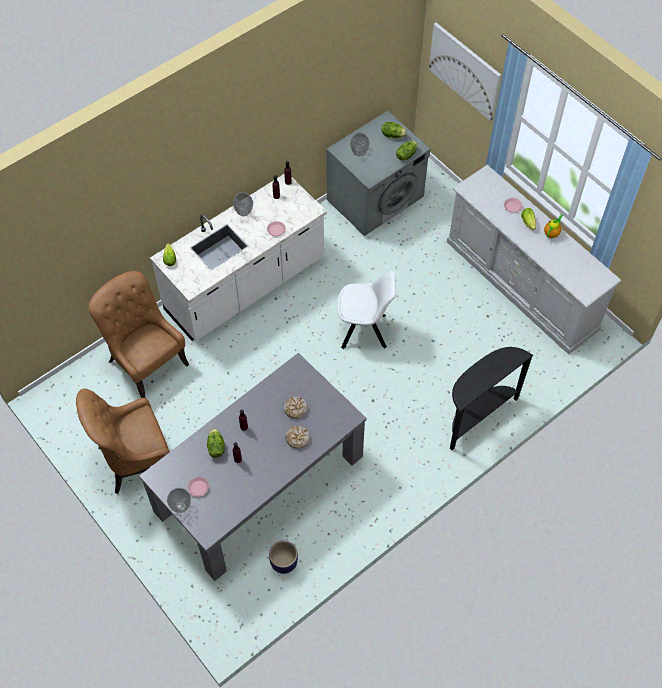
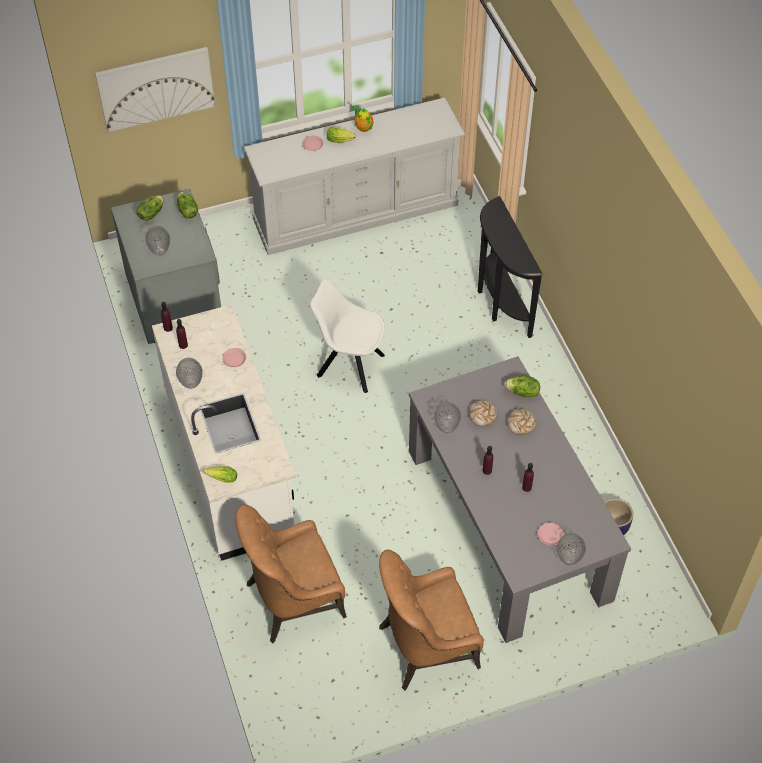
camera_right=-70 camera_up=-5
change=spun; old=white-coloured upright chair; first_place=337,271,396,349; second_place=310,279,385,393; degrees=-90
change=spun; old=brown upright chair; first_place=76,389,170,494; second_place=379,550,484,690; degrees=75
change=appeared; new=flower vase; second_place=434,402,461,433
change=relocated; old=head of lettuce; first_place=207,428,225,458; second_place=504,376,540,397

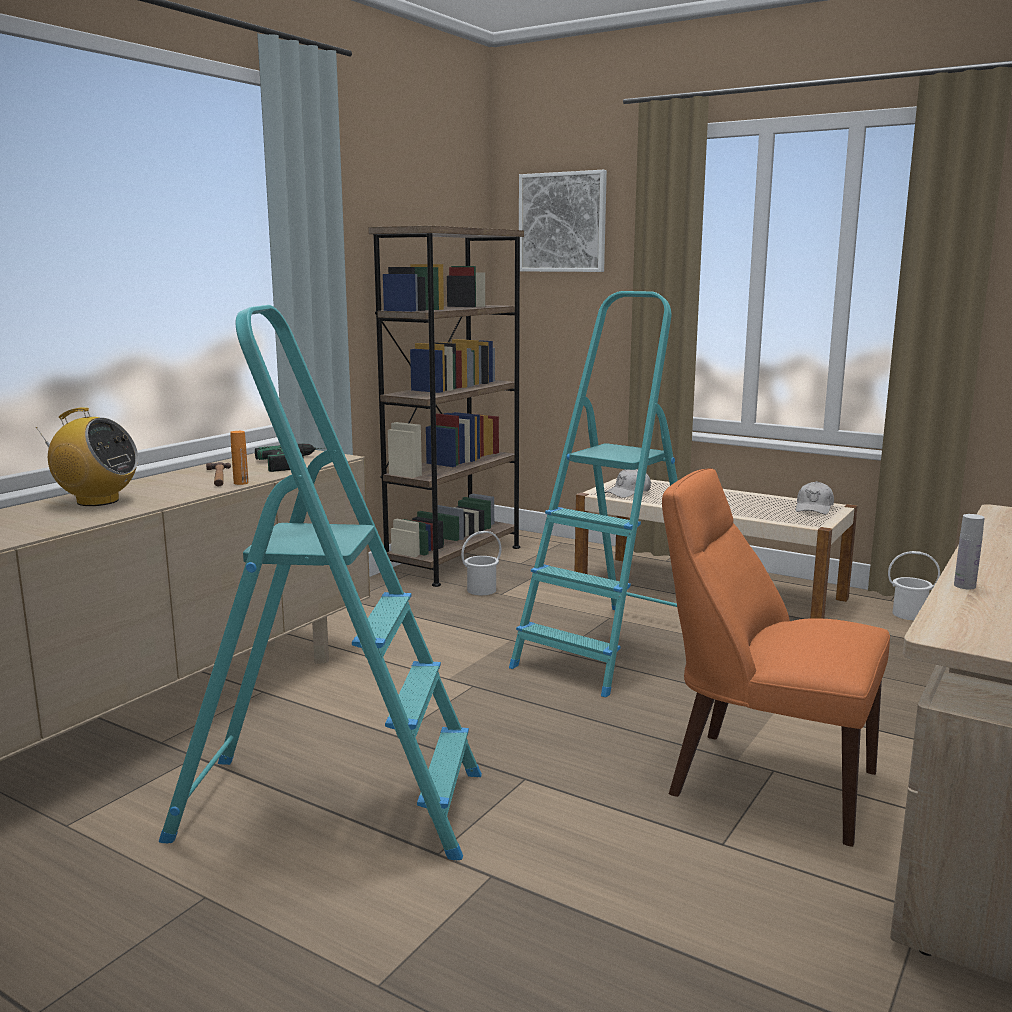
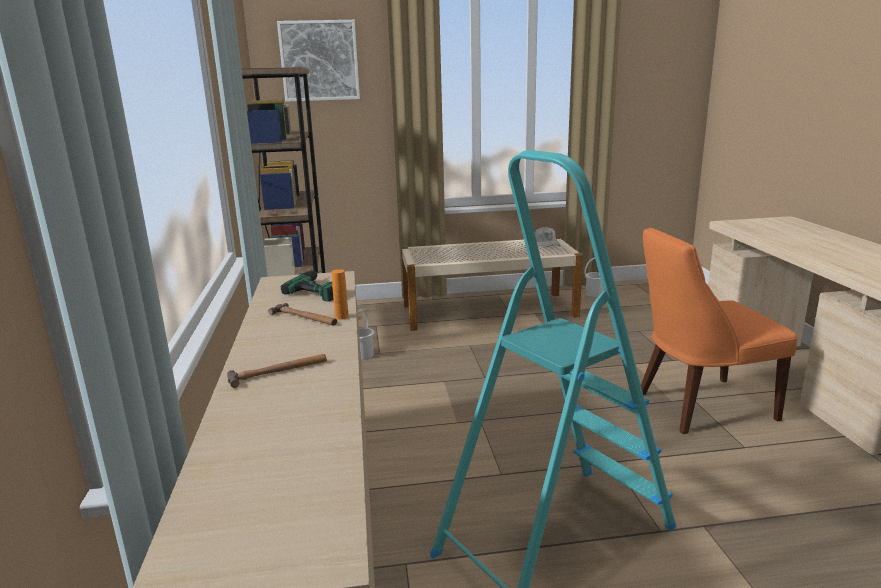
camera_right=-40 camera_up=5
change=exchanged; old=radio set; new=hand hammer; first_place=36,407,138,506; second_place=227,354,327,388
change=missing; old=turquoise-coloured step ladder; first_place=509,291,678,697
change=missing; old=white-coloured cap; first_place=605,469,651,498
change=missing; old=white-coloured drink bottle; first_place=954,514,985,589

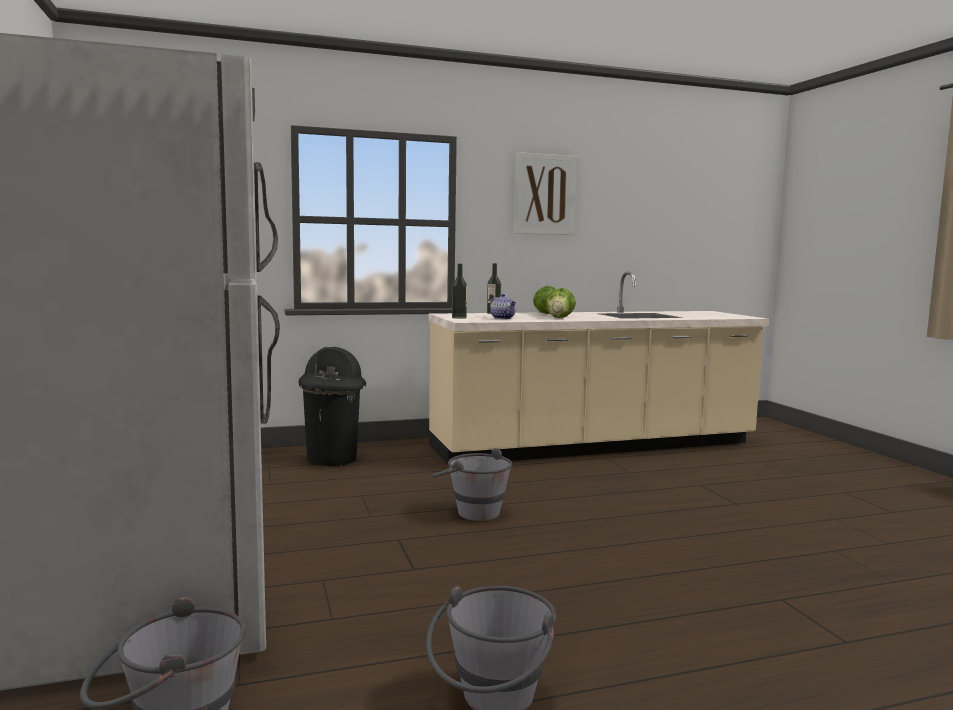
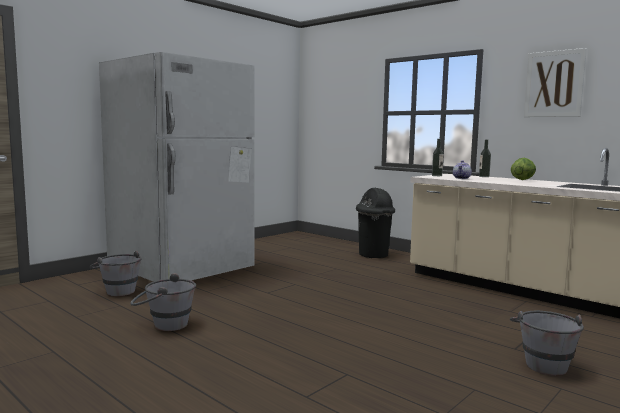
camera_right=60 camera_up=0
change=relocated; old=gray bucket; first_place=432,448,512,521; second_place=510,311,584,376
change=missing; old=head of lettuce; first_place=546,288,576,318

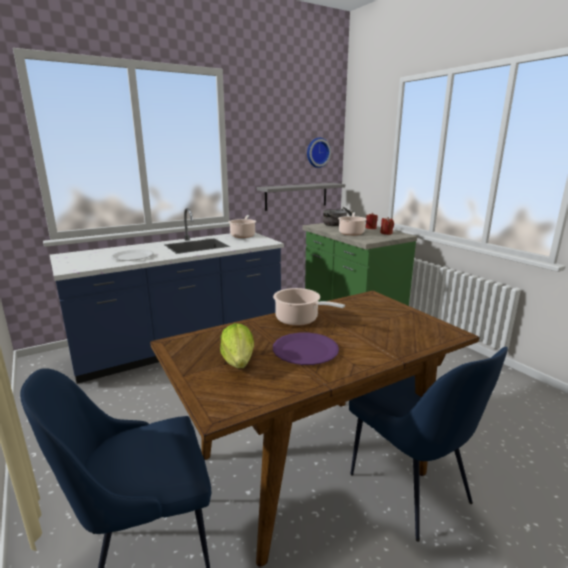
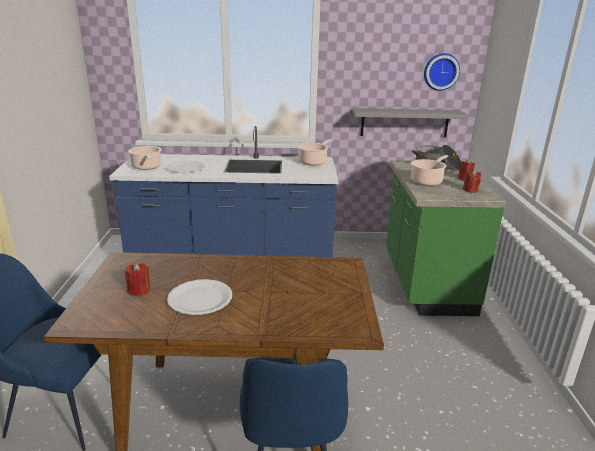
camera_right=30 camera_up=5
change=exchanged; old=head of lettuce; new=reddish wax light; first_place=220,323,254,368; second_place=125,263,150,296
change=relocated; old=saucepot; first_place=273,288,345,326; second_place=128,146,161,170
change=colour; old=purple flat dish; new=white-coloured flat dish; first_place=273,333,339,365; second_place=167,279,232,315

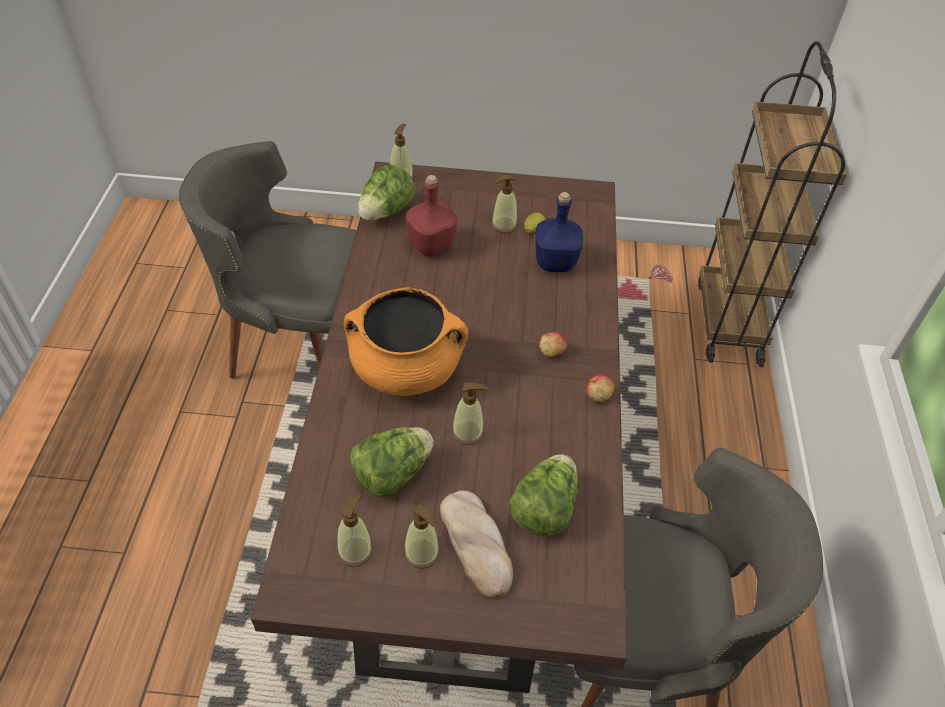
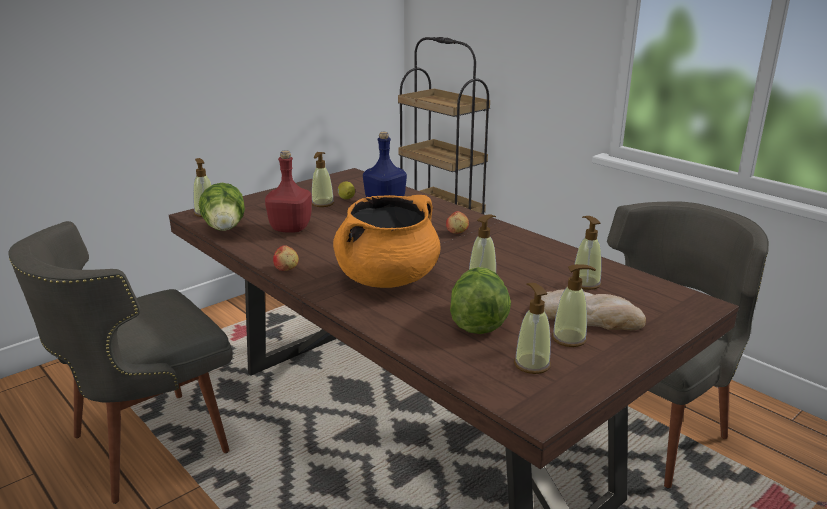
camera_right=-45 camera_up=-25
change=relocated; old=apple; first_place=586,374,615,402; second_place=273,245,299,271
change=exchanged; old=head of lettuce; new=liquid soap bottle; first_place=508,454,578,536; second_place=574,216,602,290

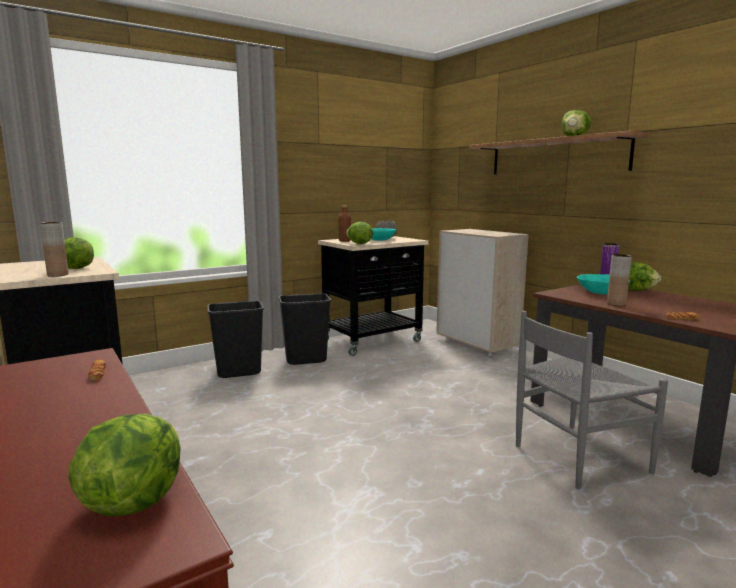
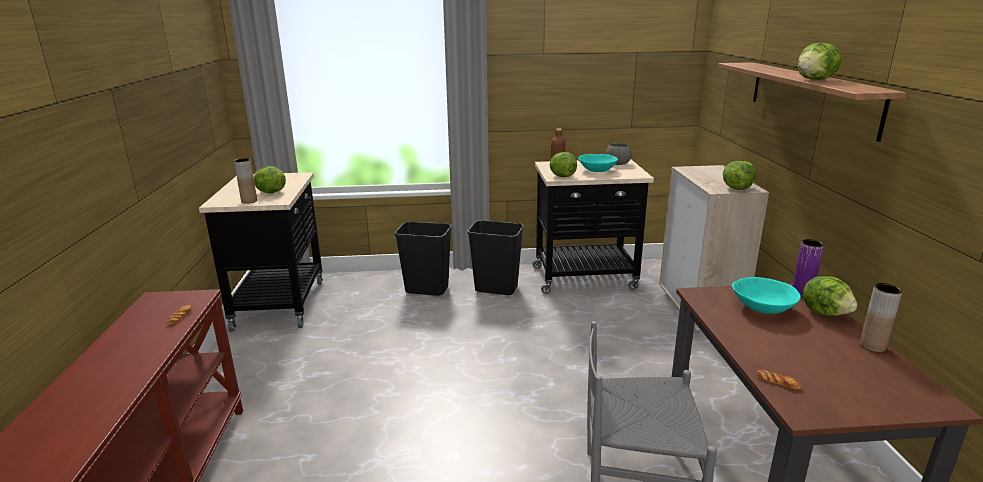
camera_right=30 camera_up=10
change=relocated; old=head of lettuce; first_place=68,414,181,516; second_place=723,161,756,190
change=relocated; old=brown flower vase; first_place=607,254,632,306; second_place=860,283,902,352

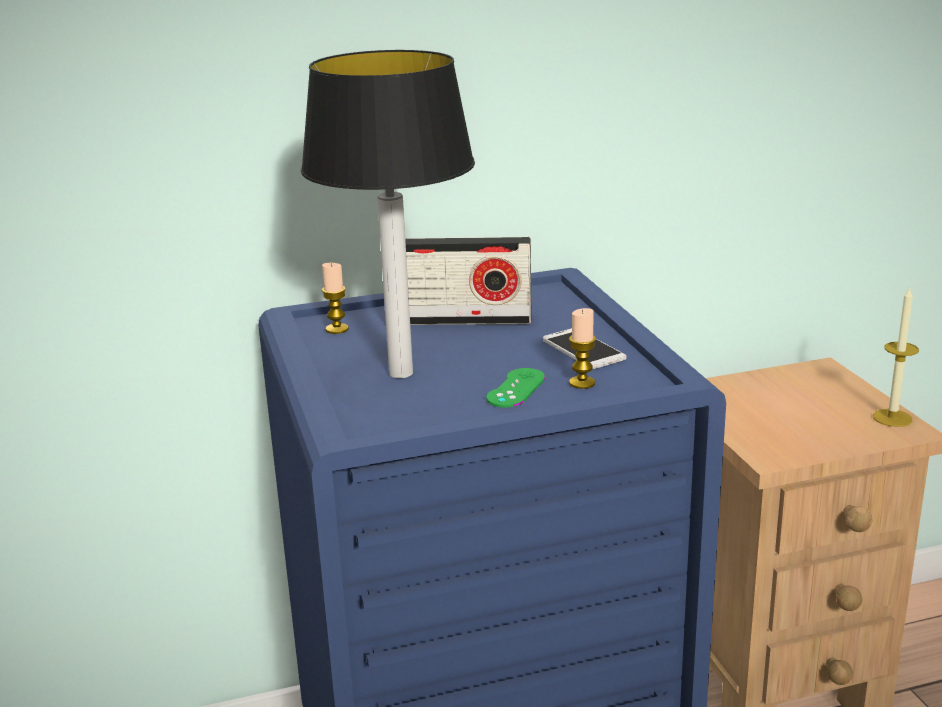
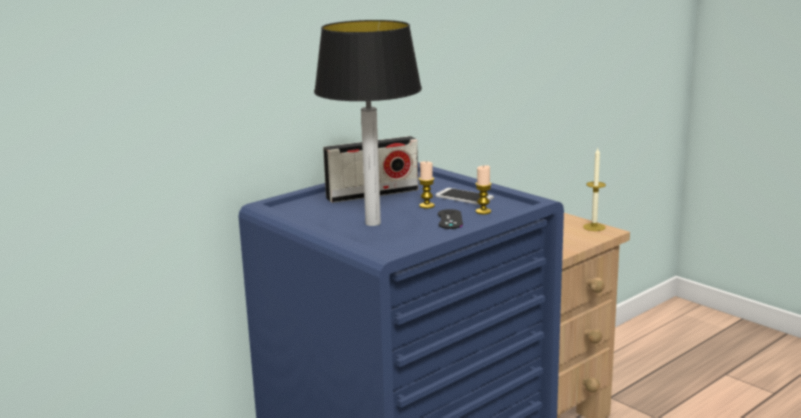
camera_right=-25 camera_up=-5
change=relocated; old=wax light; first_place=322,263,349,334; second_place=419,161,435,209
change=colour; old=green gamepad; new=blackish gamepad; first_place=486,368,545,408; second_place=438,209,463,229

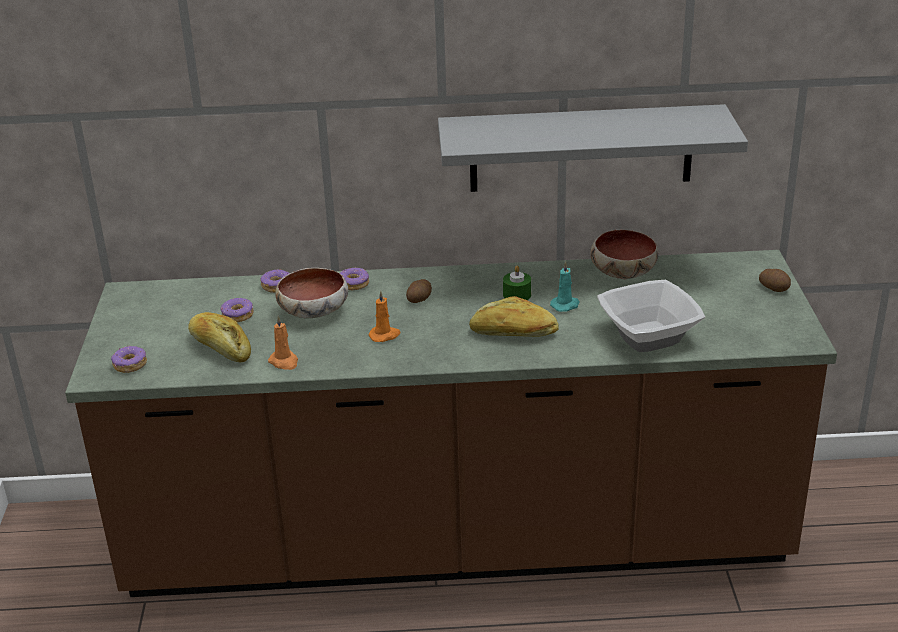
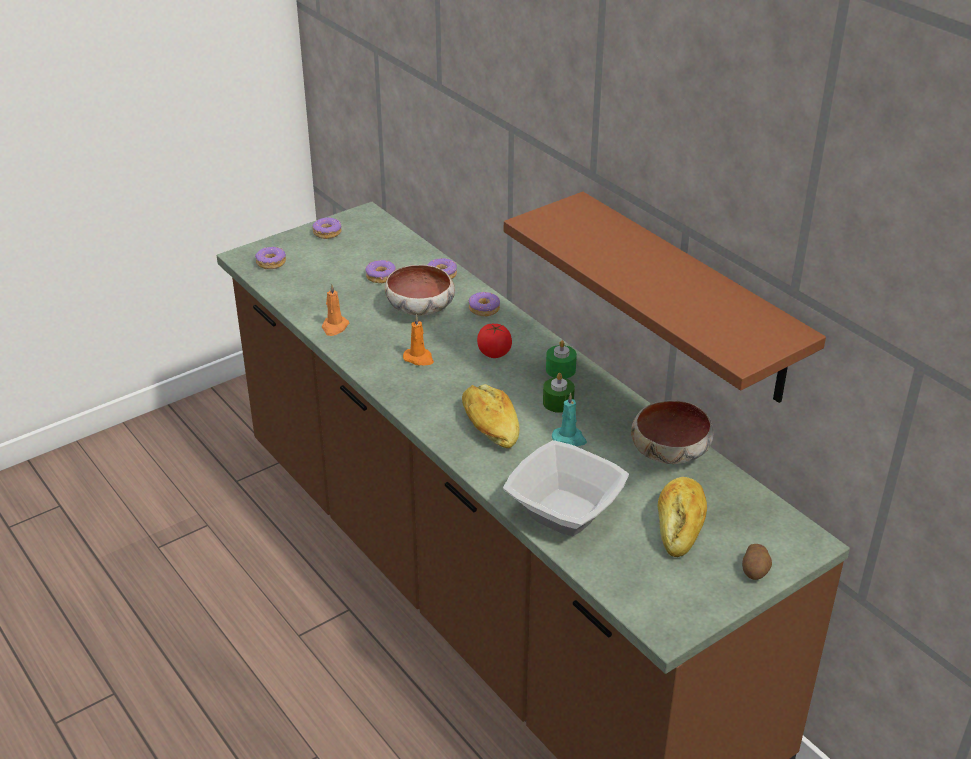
camera_right=55 camera_up=5
change=appeared; new=donut; second_place=313,217,342,239
change=exchanged; old=whole potato; new=whole tomato; first_place=406,279,432,303; second_place=477,324,512,358
change=colour; old=gray bracket shelf; new=brown bracket shelf; first_place=438,104,748,192; second_place=504,192,826,403
change=appeared; new=green wax light; second_place=546,340,577,378
change=relocated; old=baked bread; first_place=188,312,251,362; second_place=658,477,707,557

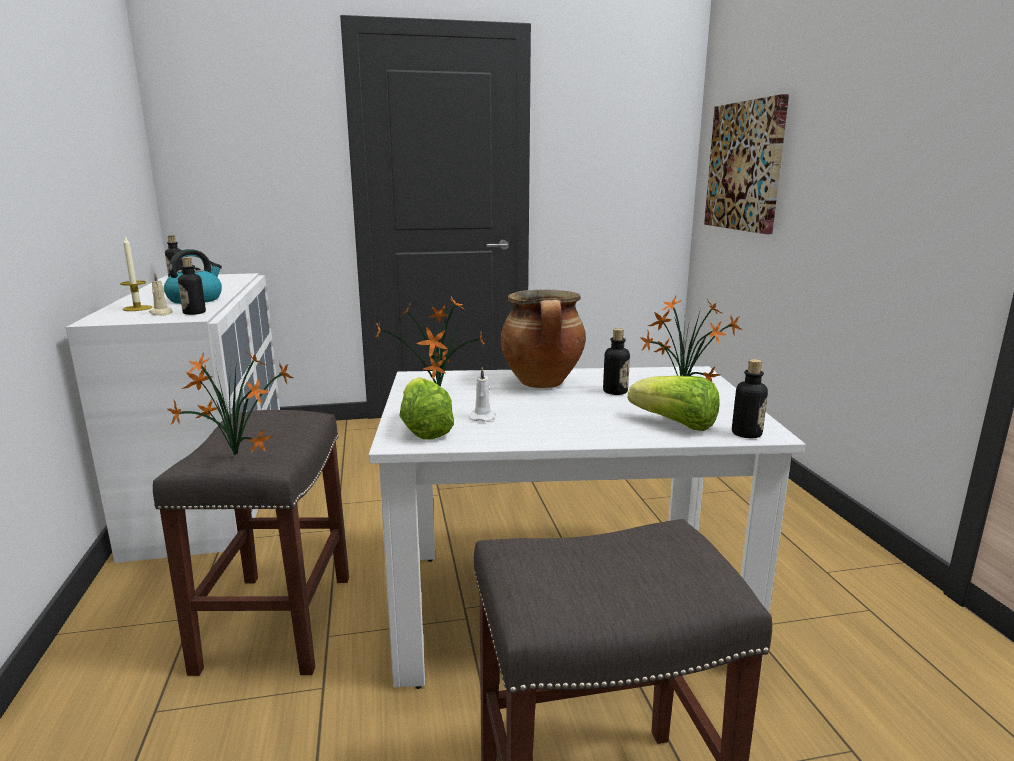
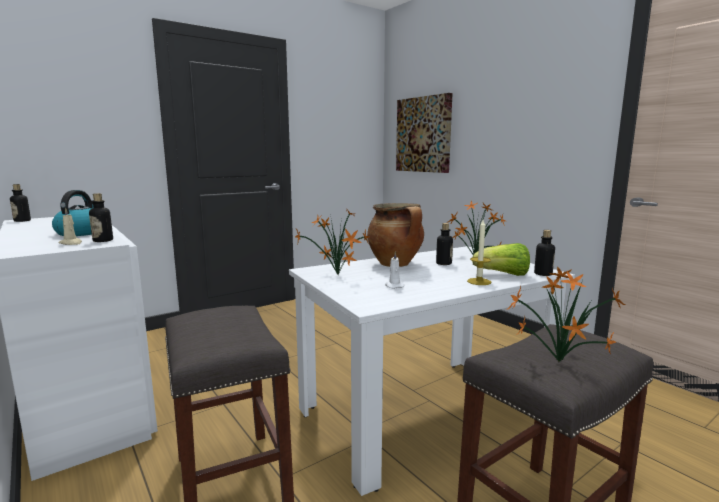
camera_right=-25 camera_up=-5
change=relocated; old=wax light; first_place=120,237,152,311; second_place=467,220,492,285
change=relocated; old=potted plant; first_place=167,351,293,455; second_place=506,266,625,362
change=missing; old=head of lettuce; first_place=399,377,454,439

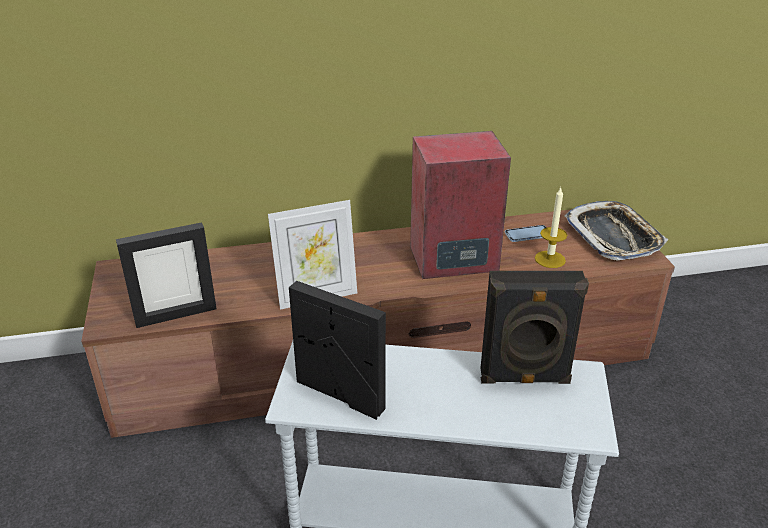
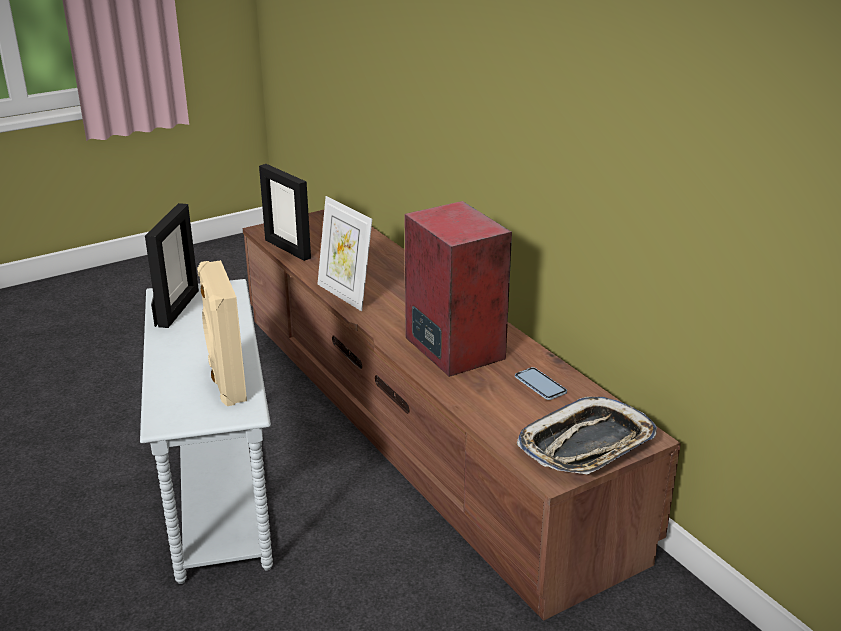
camera_right=70 camera_up=-5
change=colour; old=blackish audio speaker; new=beige-coloured audio speaker; first_place=480,271,589,384; second_place=197,260,247,406
change=missing; old=wax light; first_place=535,188,567,268

